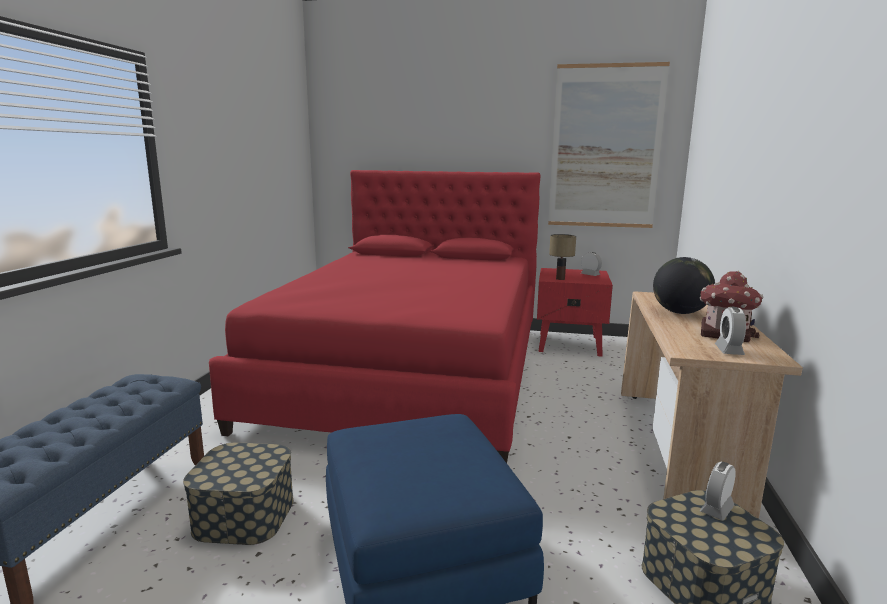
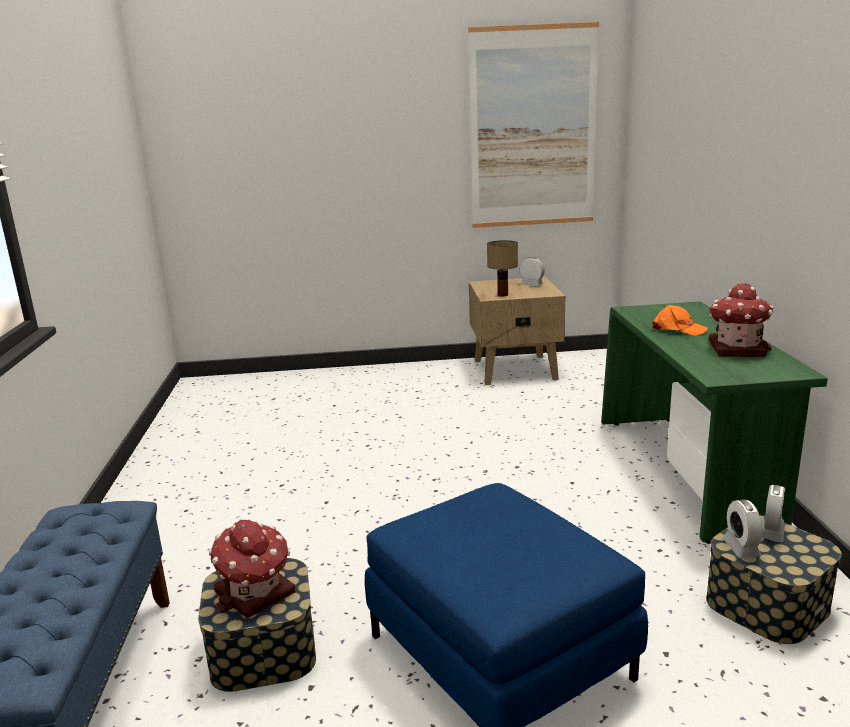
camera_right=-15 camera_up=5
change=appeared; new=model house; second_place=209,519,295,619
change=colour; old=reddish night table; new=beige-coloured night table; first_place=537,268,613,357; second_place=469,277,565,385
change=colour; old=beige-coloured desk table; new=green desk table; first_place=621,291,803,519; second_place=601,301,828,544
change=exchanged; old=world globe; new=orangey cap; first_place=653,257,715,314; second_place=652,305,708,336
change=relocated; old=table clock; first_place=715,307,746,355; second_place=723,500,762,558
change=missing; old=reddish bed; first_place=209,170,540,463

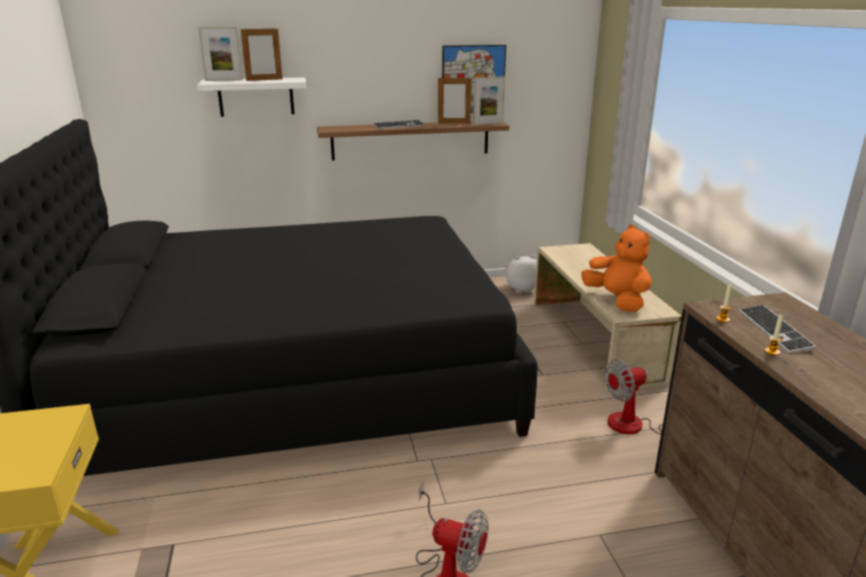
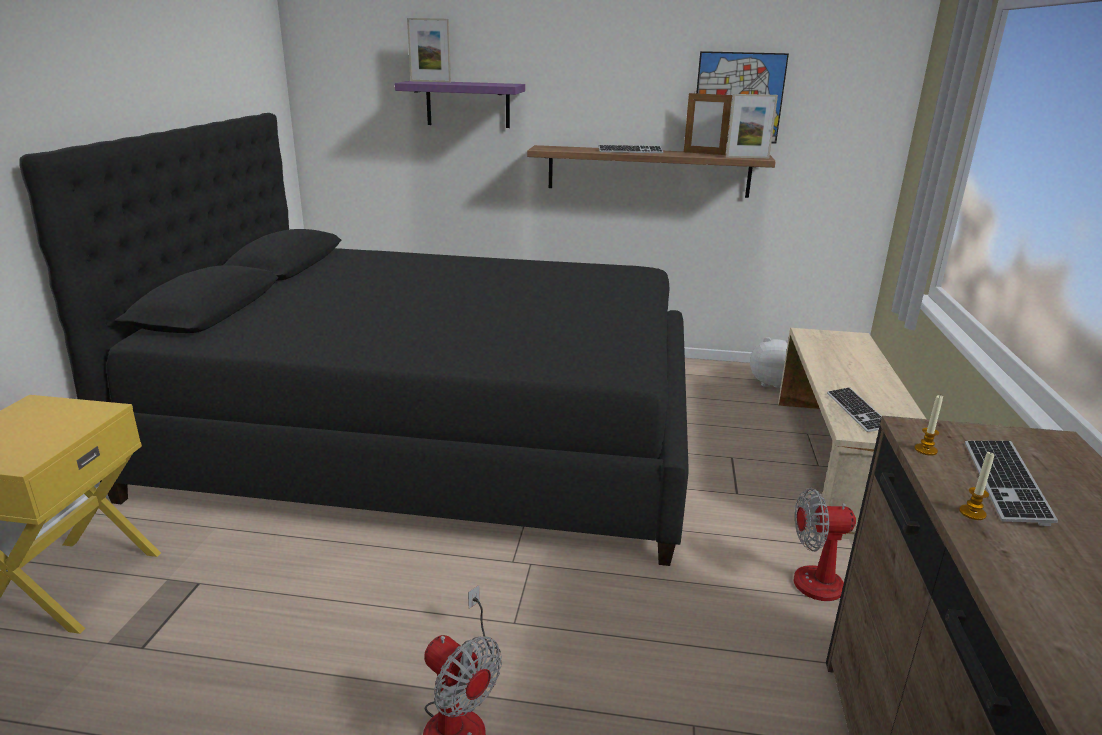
camera_right=20 camera_up=0
change=colour; old=white-coloured bracket shelf; new=purple bracket shelf; first_place=197,77,307,117; second_place=395,81,525,128
change=exchanged; old=orangey soft toy; new=keyboard; first_place=582,224,652,312; second_place=827,387,882,432
change=missing; old=standing frame; first_place=241,27,282,81

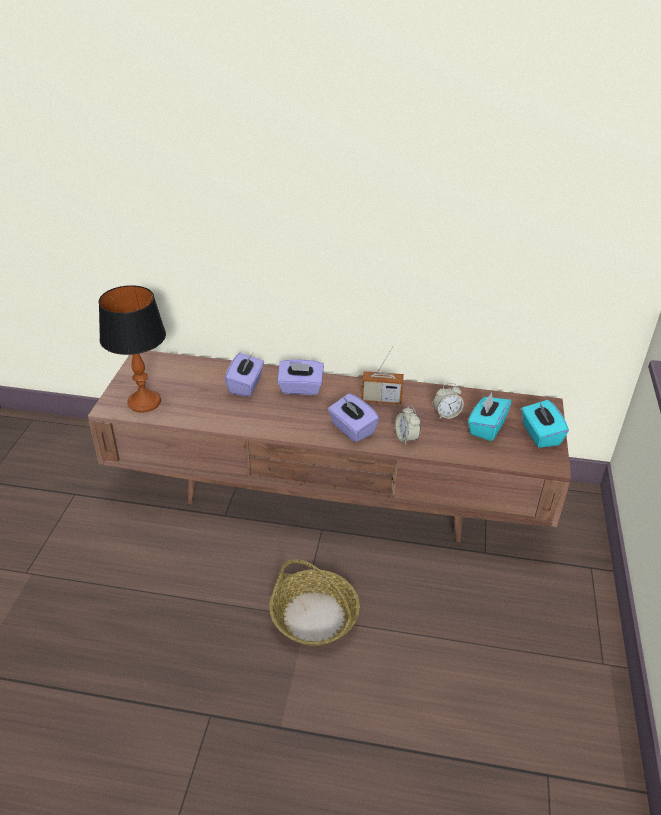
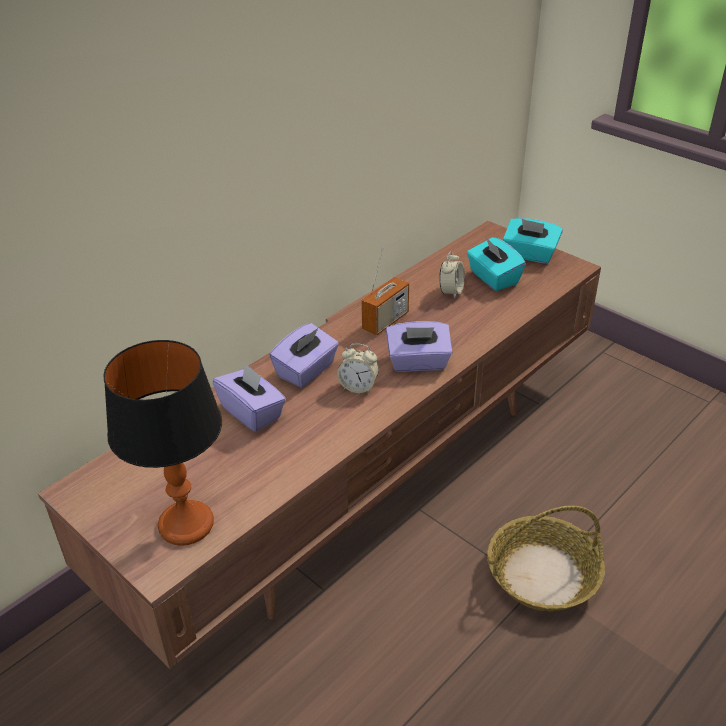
camera_right=-55 camera_up=0
change=relocated; old=table clock; first_place=395,406,421,445; second_place=337,343,379,393

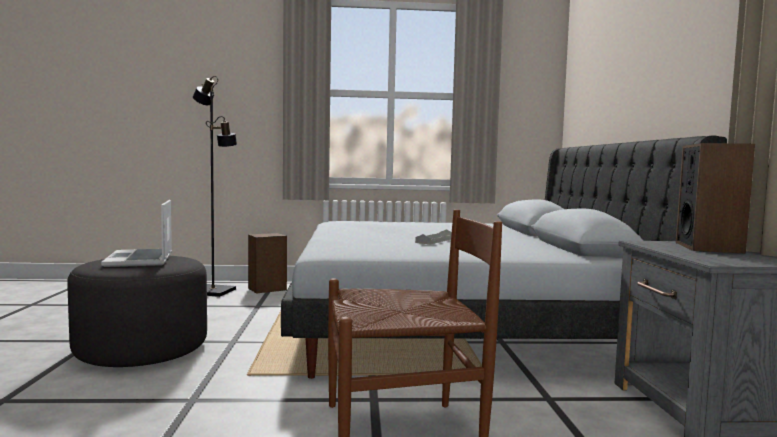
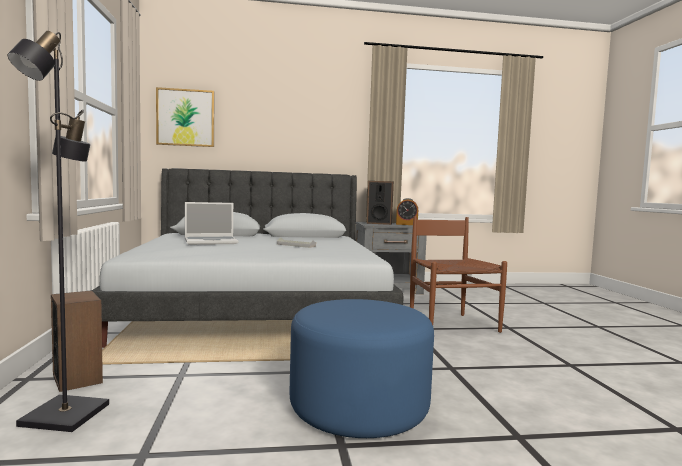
camera_right=-95 camera_up=0
change=appeared; new=picture; second_place=156,87,215,147
change=relocated; old=laptop; first_place=101,200,172,267; second_place=185,202,238,245
change=colour; old=gray footrest; new=blue-coloured footrest; first_place=67,256,207,367; second_place=290,299,434,438
change=appeared; new=table clock; second_place=396,198,418,225

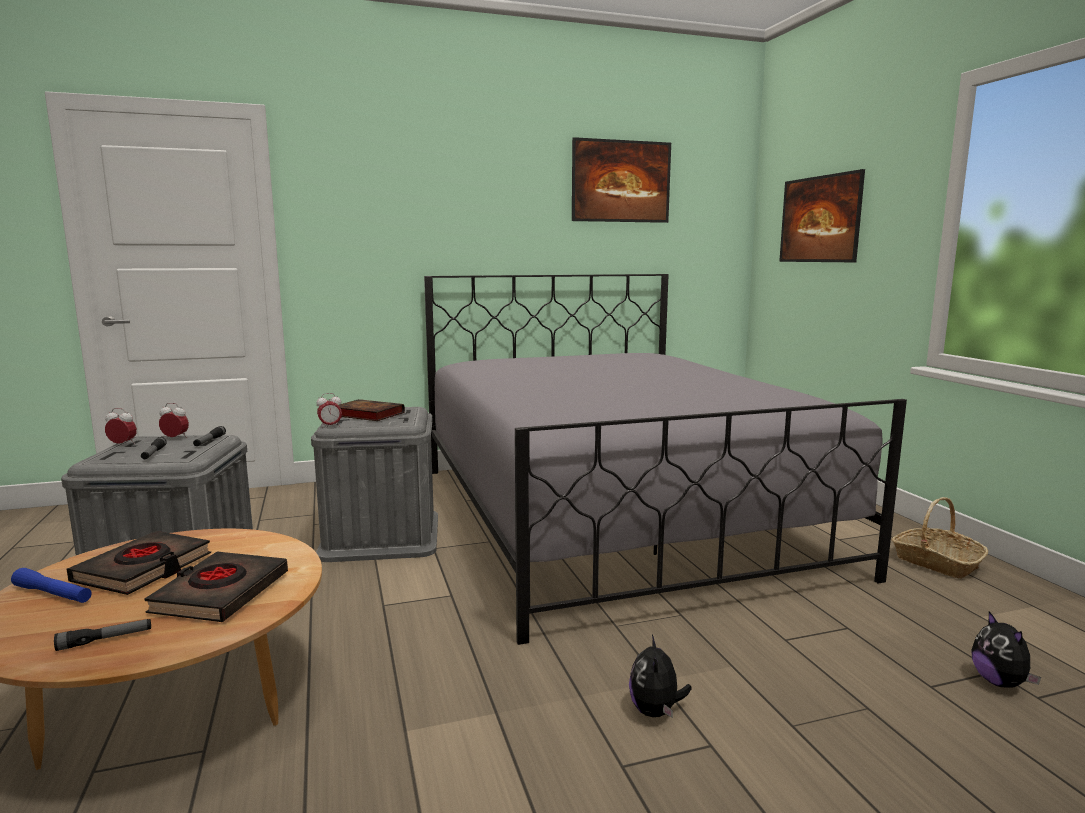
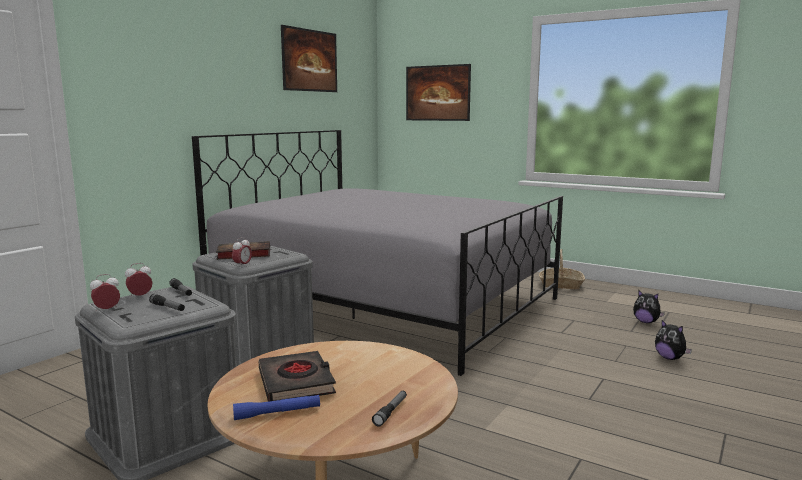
camera_right=-40 camera_up=0
change=relocated; old=soft toy; first_place=629,635,692,718; second_place=655,320,692,360
change=missing; old=blackish bound book; first_place=145,552,288,622

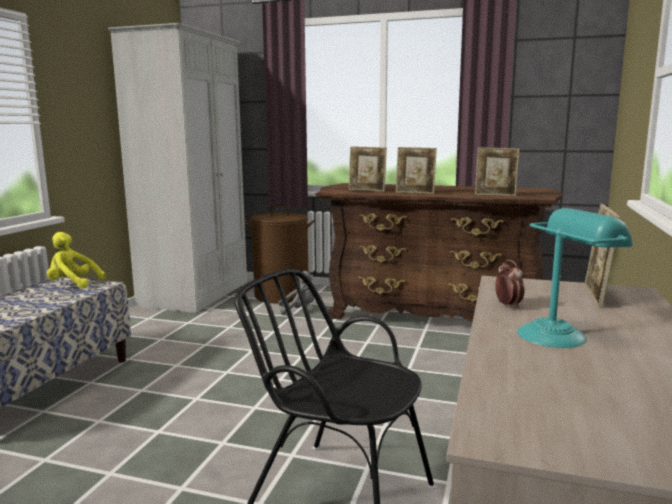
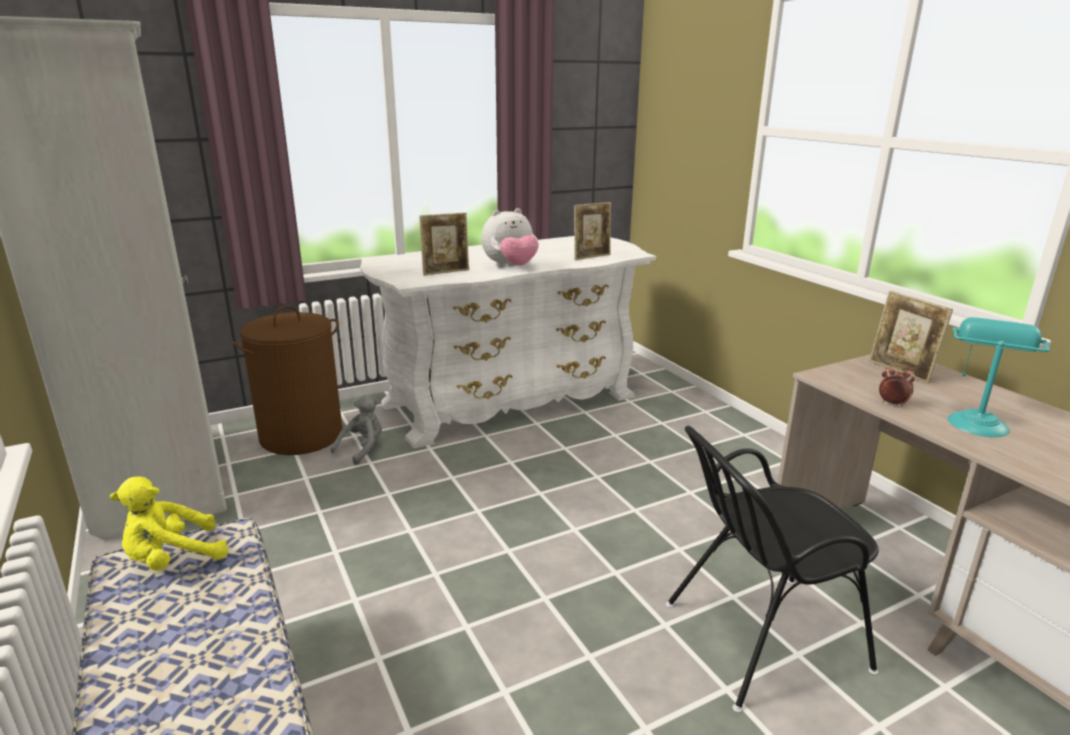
camera_right=-45 camera_up=10
change=colour; old=brown chest of drawers; new=white-coloured chest of drawers; first_place=315,183,563,322; second_place=360,236,656,448
change=exchanged; old=standing frame; new=soft toy; first_place=396,147,437,194; second_place=481,208,539,268

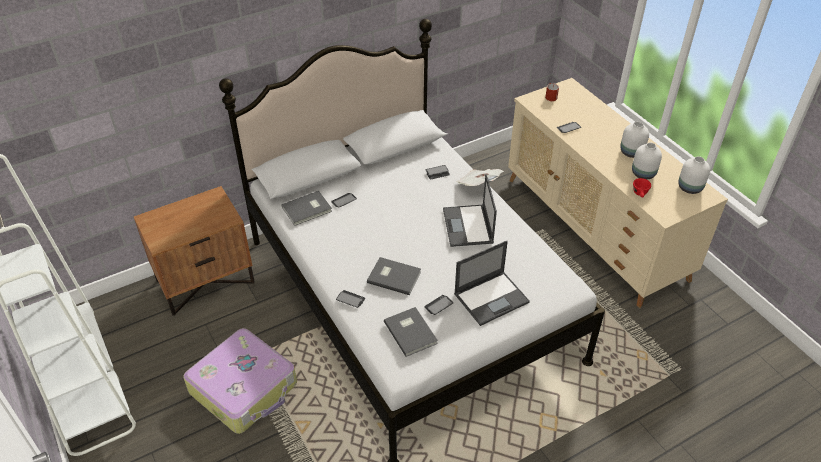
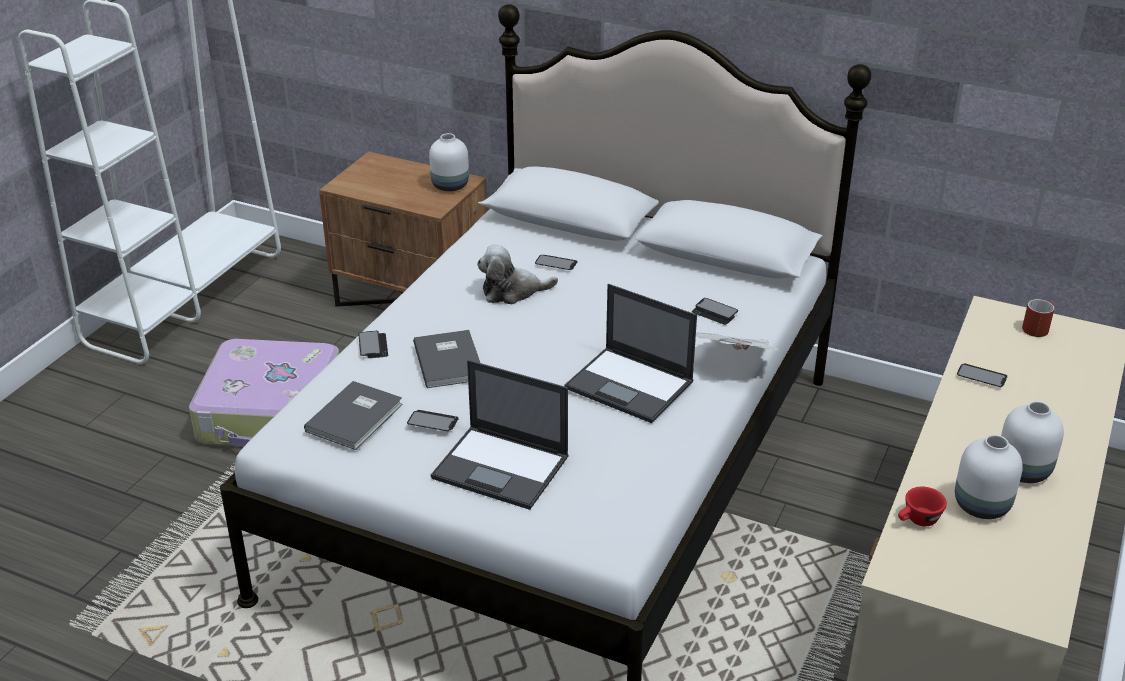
camera_right=55 camera_up=-10
change=relocated; old=white-coloured flower vase; first_place=678,156,710,194; second_place=429,133,469,191
change=appeared; new=soft toy; second_place=477,244,558,305
change=spun; old=laptop; first_place=443,174,497,247; second_place=565,284,697,423; degrees=-105
change=missing; old=gray bound book; first_place=282,191,332,226

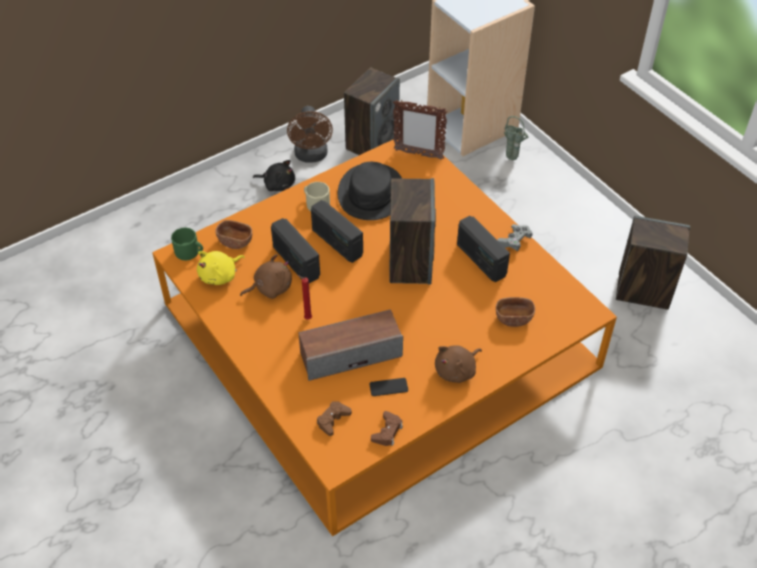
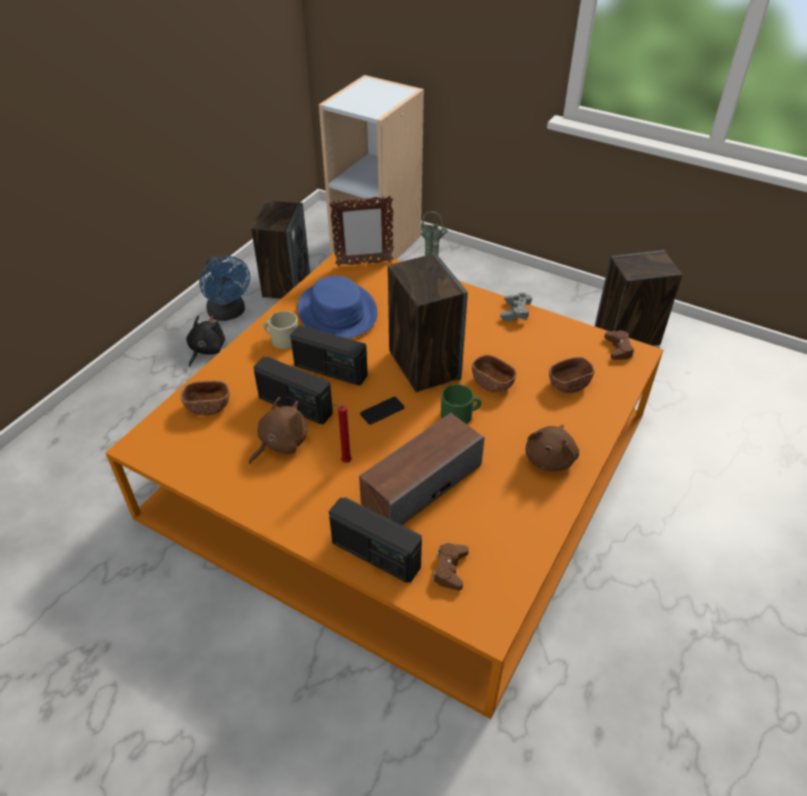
camera_right=-25 camera_up=-5
change=spun; old=blackish soft toy; first_place=253,160,295,191; second_place=186,315,225,367; degrees=-60
change=colour; old=brown electric fan; new=blue-coloured electric fan; first_place=287,106,333,163; second_place=199,256,250,321
change=colour; old=blackish hat; new=blue-coloured hat; first_place=338,162,402,220; second_place=297,276,378,339
change=relocated; old=radio set; first_place=457,216,510,282; second_place=329,497,422,583
change=relocated; old=handset; first_place=370,378,408,396; second_place=360,397,405,425
change=relocated; old=green mug; first_place=171,228,203,260; second_place=441,384,481,424
change=appeared; new=brown deep dish; second_place=472,355,516,393
change=relocated; old=brown gamepad; first_place=371,411,403,446; second_place=604,330,634,360
change=missing; old=yellow-coloured soft toy; first_place=197,251,245,285

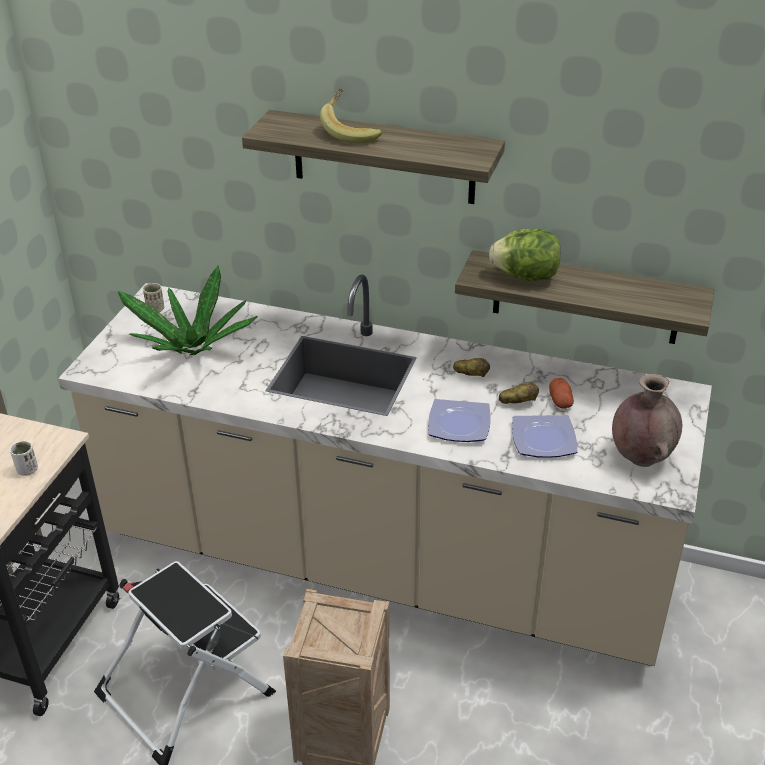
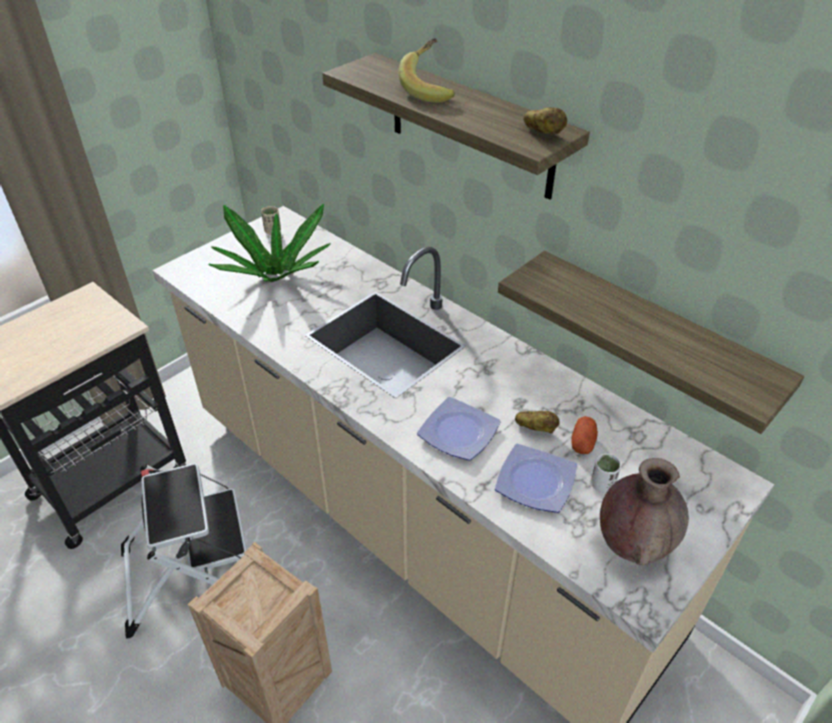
camera_right=25 camera_up=5
change=relocated; old=whole potato; first_place=453,358,490,377; second_place=524,107,567,134
change=relocated; old=white-coloured small cup; first_place=10,441,38,476; second_place=591,454,621,493
change=missing; old=head of lettuce; first_place=489,229,560,281

